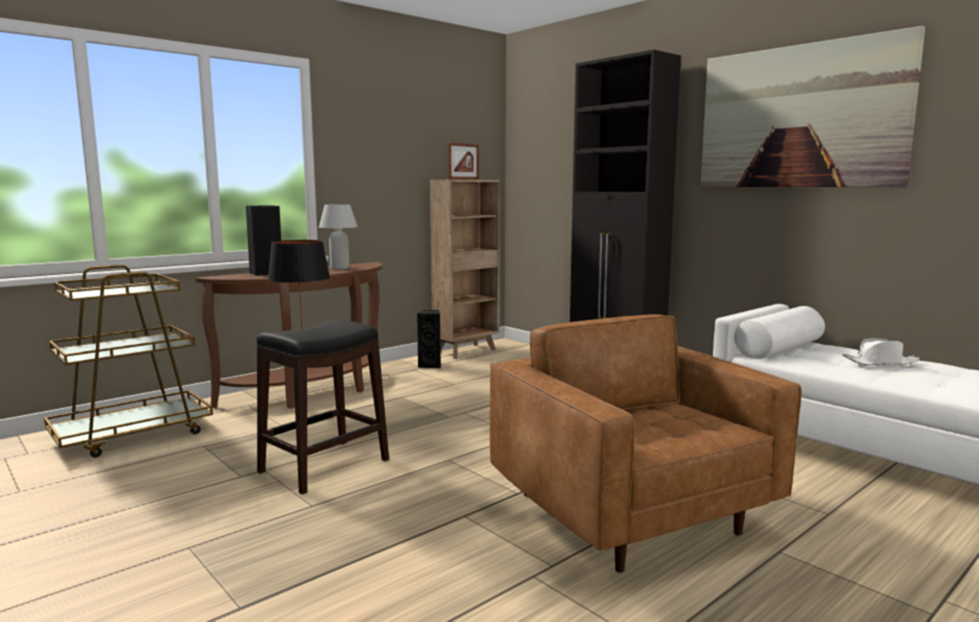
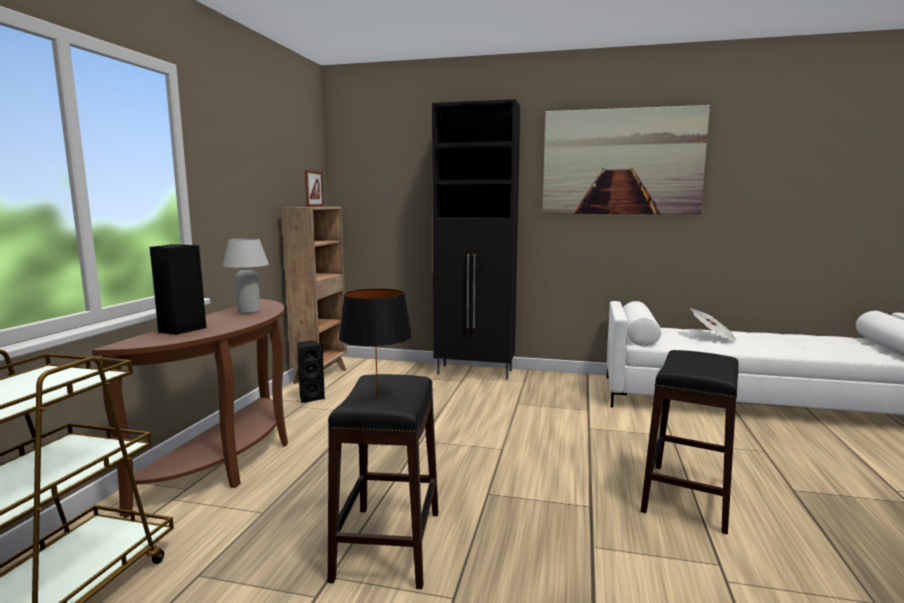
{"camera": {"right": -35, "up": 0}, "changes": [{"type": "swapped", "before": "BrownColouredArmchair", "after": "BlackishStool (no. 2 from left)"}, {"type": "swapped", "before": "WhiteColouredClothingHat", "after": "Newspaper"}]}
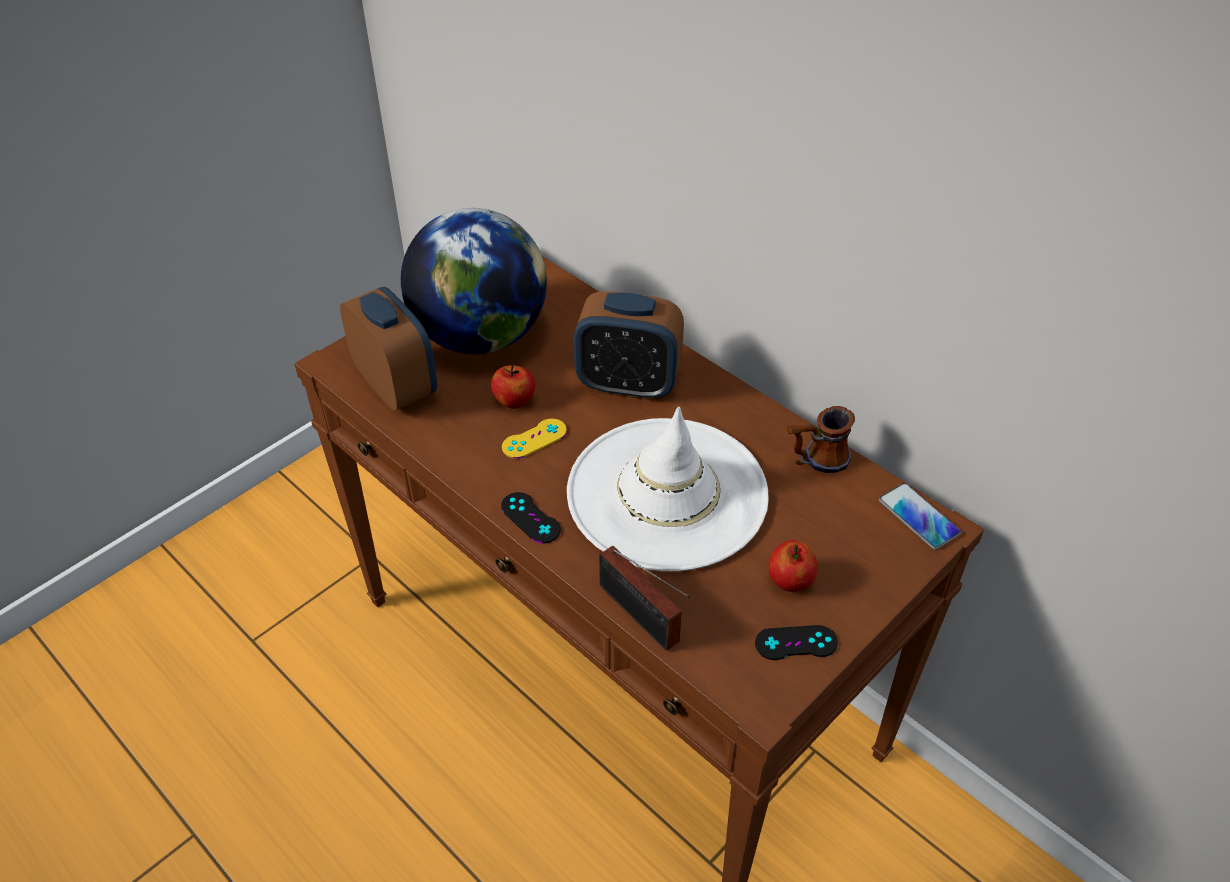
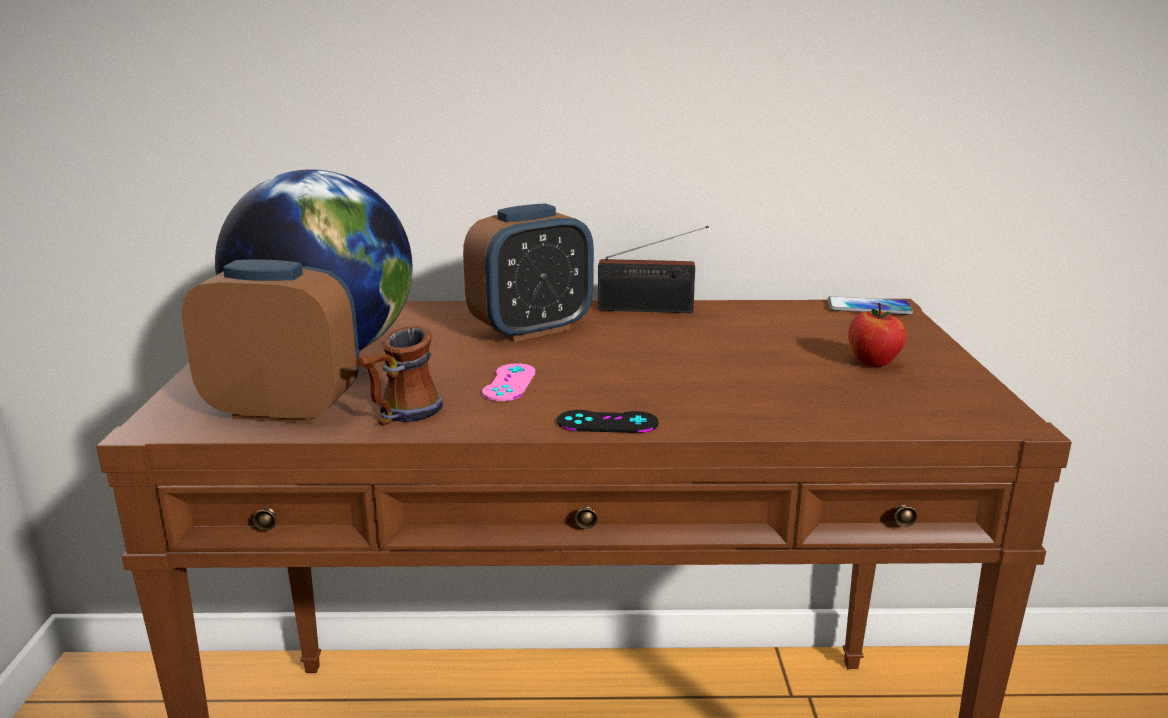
{"camera": {"right": -45, "up": -25}, "changes": [{"type": "shifted", "before": "Mug"}, {"type": "repainted", "before": "YellowishGamepad", "after": "PinkGamepad"}, {"type": "shifted", "before": "RadioReceiver"}, {"type": "gone", "before": "Apple (no. 1 from left)"}, {"type": "gone", "before": "WhiteColouredClothingHat"}, {"type": "gone", "before": "BlackishGamepad (no. 2 from left)"}]}
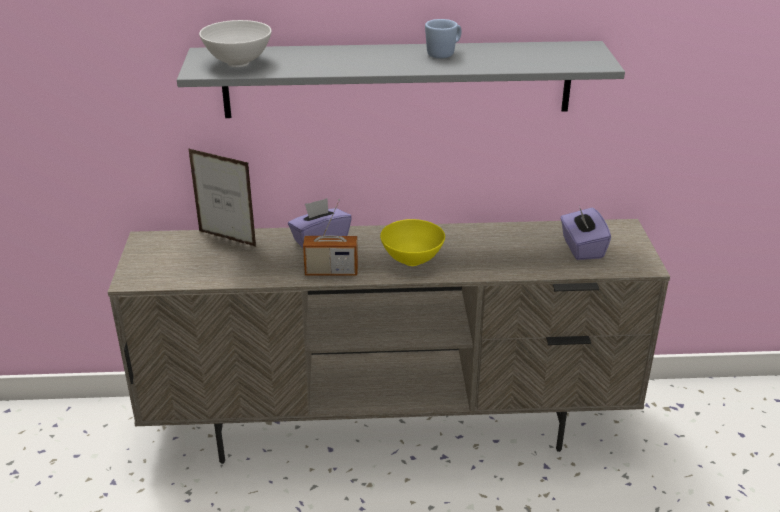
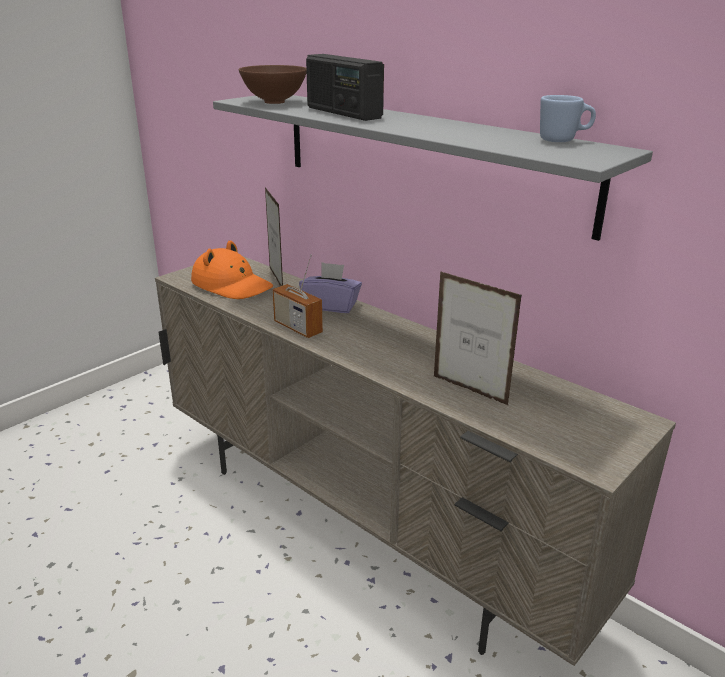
{"camera": {"right": 45, "up": -5}, "changes": [{"type": "new", "after": "OrangeyClothingHat"}, {"type": "repainted", "before": "WhiteColouredBowl", "after": "BrownColouredBowl"}, {"type": "new", "after": "RadioReceiver (no. 2 from left)"}, {"type": "new", "after": "PhotoFrame (no. 2 from left)"}, {"type": "shifted", "before": "BlueColouredMug"}, {"type": "gone", "before": "YellowishBowl"}, {"type": "gone", "before": "PurpleTissueBox (no. 2 from left)"}]}
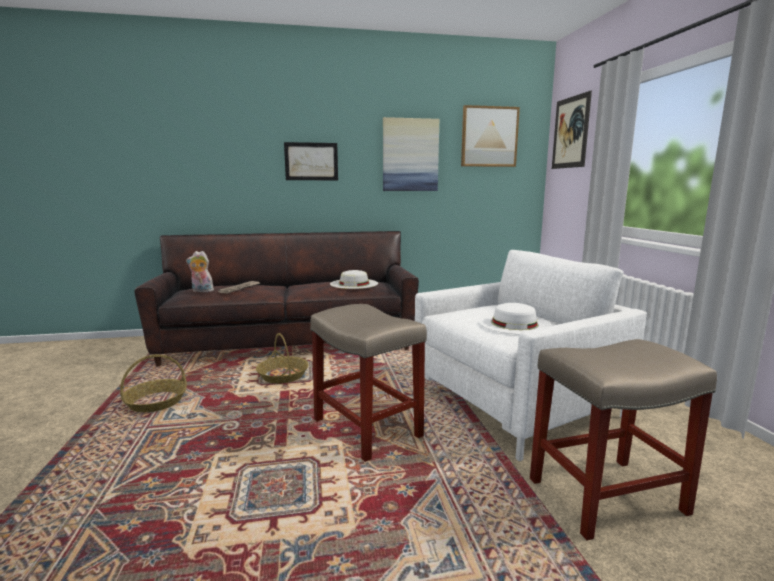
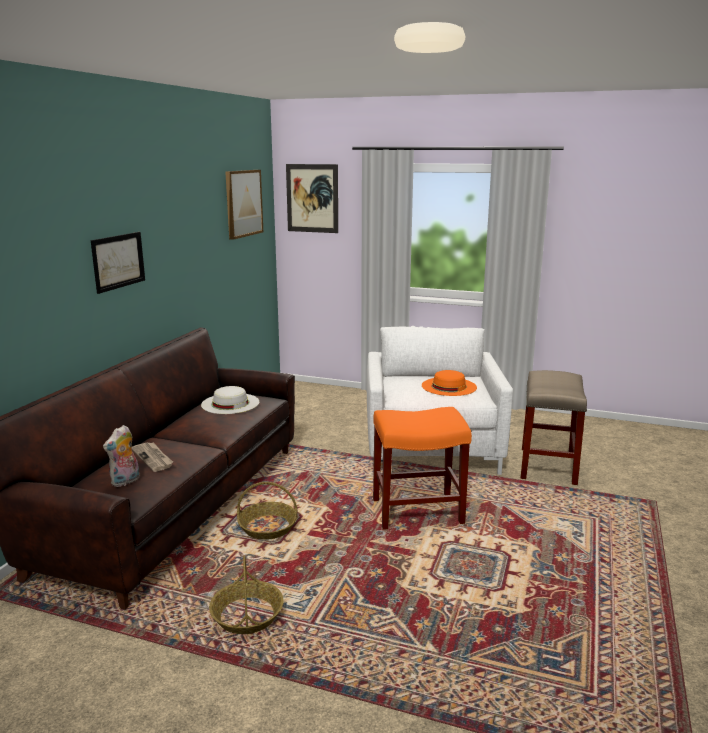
{"camera": {"right": -60, "up": 5}, "changes": [{"type": "repainted", "before": "SandColouredStool (no. 1 from left)", "after": "OrangeyStool"}, {"type": "repainted", "before": "WhiteColouredClothingHat (no. 2 from left)", "after": "OrangeyClothingHat"}, {"type": "gone", "before": "WallArt (no. 2 from left)"}]}
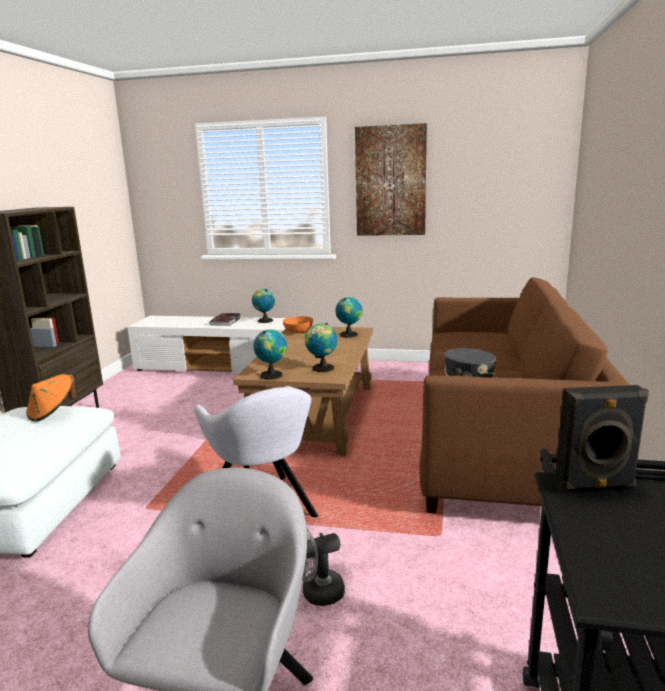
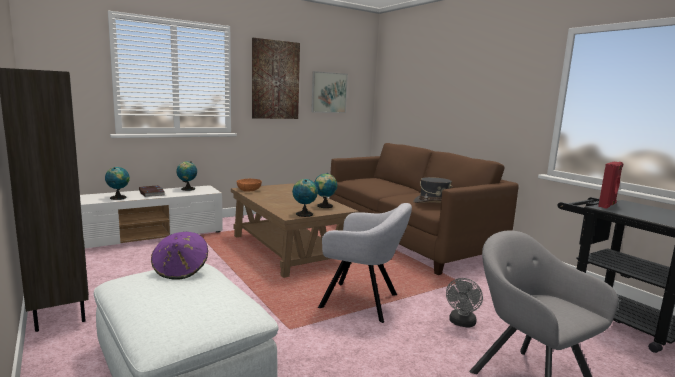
{"camera": {"right": -45, "up": -5}, "changes": [{"type": "shifted", "before": "WorldGlobe (no. 4 from left in the first image)", "after": "WorldGlobe (no. 1 from left)"}, {"type": "repainted", "before": "OrangeyClothingHat", "after": "PurpleClothingHat"}, {"type": "new", "after": "WallArt (no. 2 from left)"}, {"type": "repainted", "before": "BlackishAudioSpeaker", "after": "RedColouredAudioSpeaker"}]}
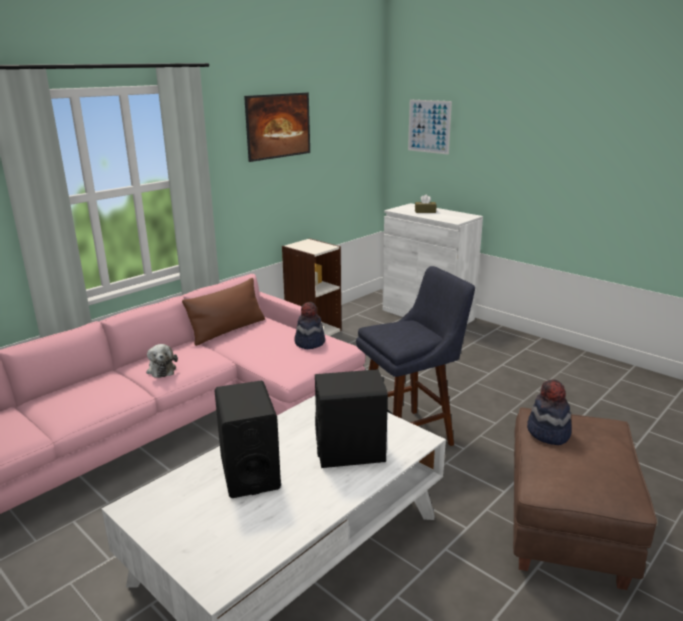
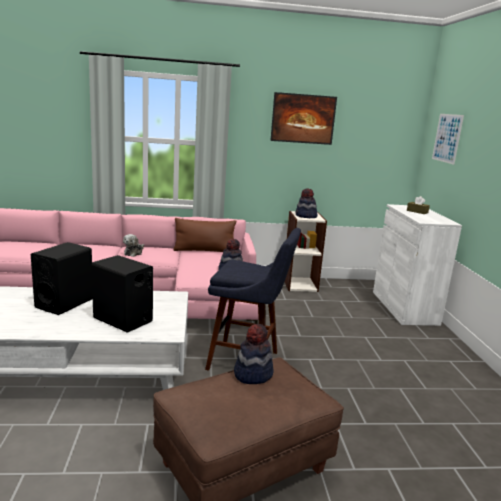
{"camera": {"right": 40, "up": -5}, "changes": [{"type": "new", "after": "ClothingHat (no. 3 from left)"}]}
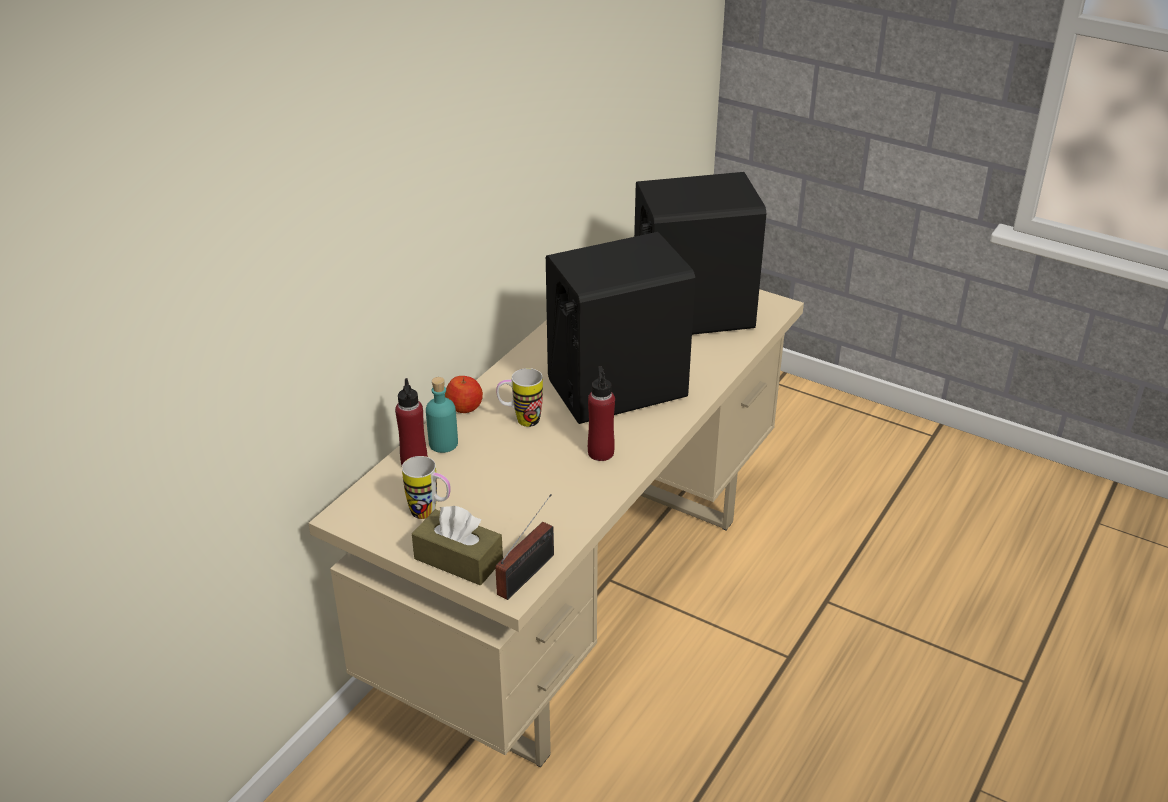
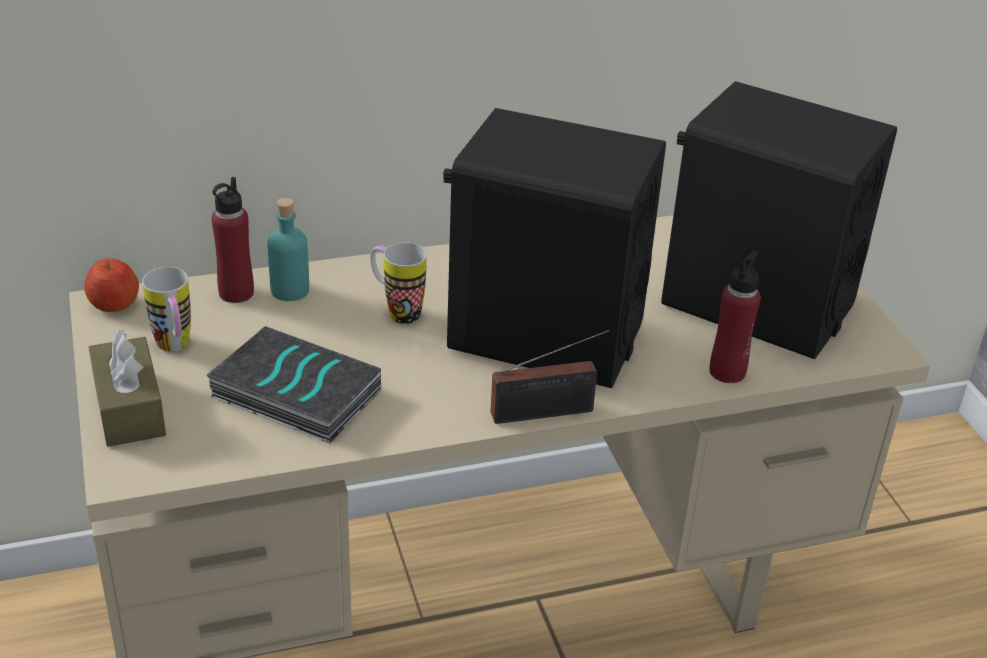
{"camera": {"right": 40, "up": 0}, "changes": [{"type": "shifted", "before": "Apple"}, {"type": "new", "after": "Book"}, {"type": "shifted", "before": "RadioReceiver"}, {"type": "shifted", "before": "RedColouredBeverageBottle (no. 2 from left)"}]}
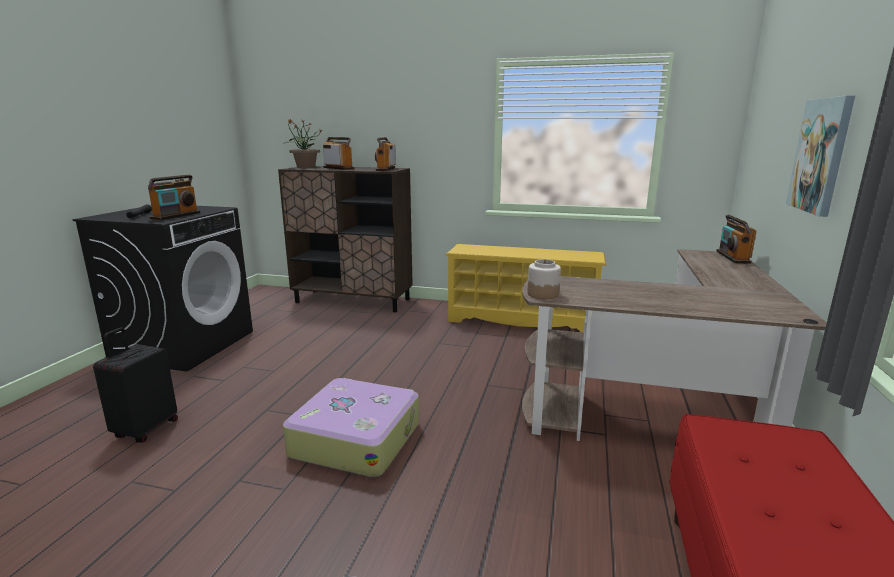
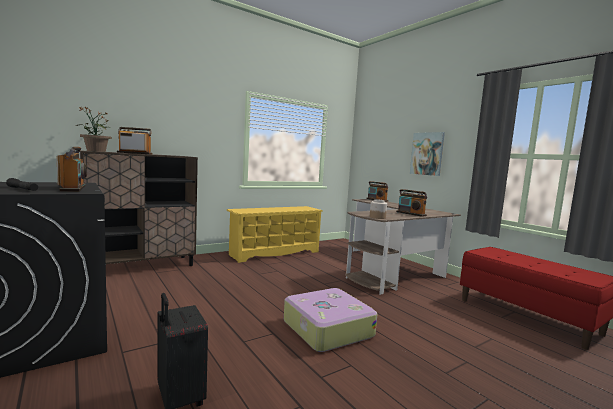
{"camera": {"right": -50, "up": -10}, "changes": [{"type": "shifted", "before": "RadioReceiver (no. 3 from left in the first image)", "after": "RadioReceiver (no. 4 from left)"}]}
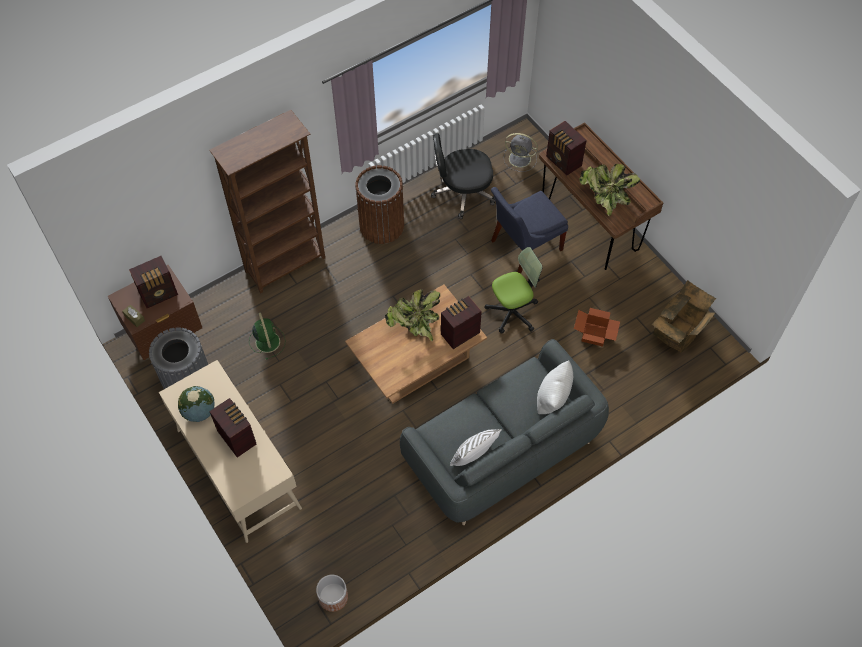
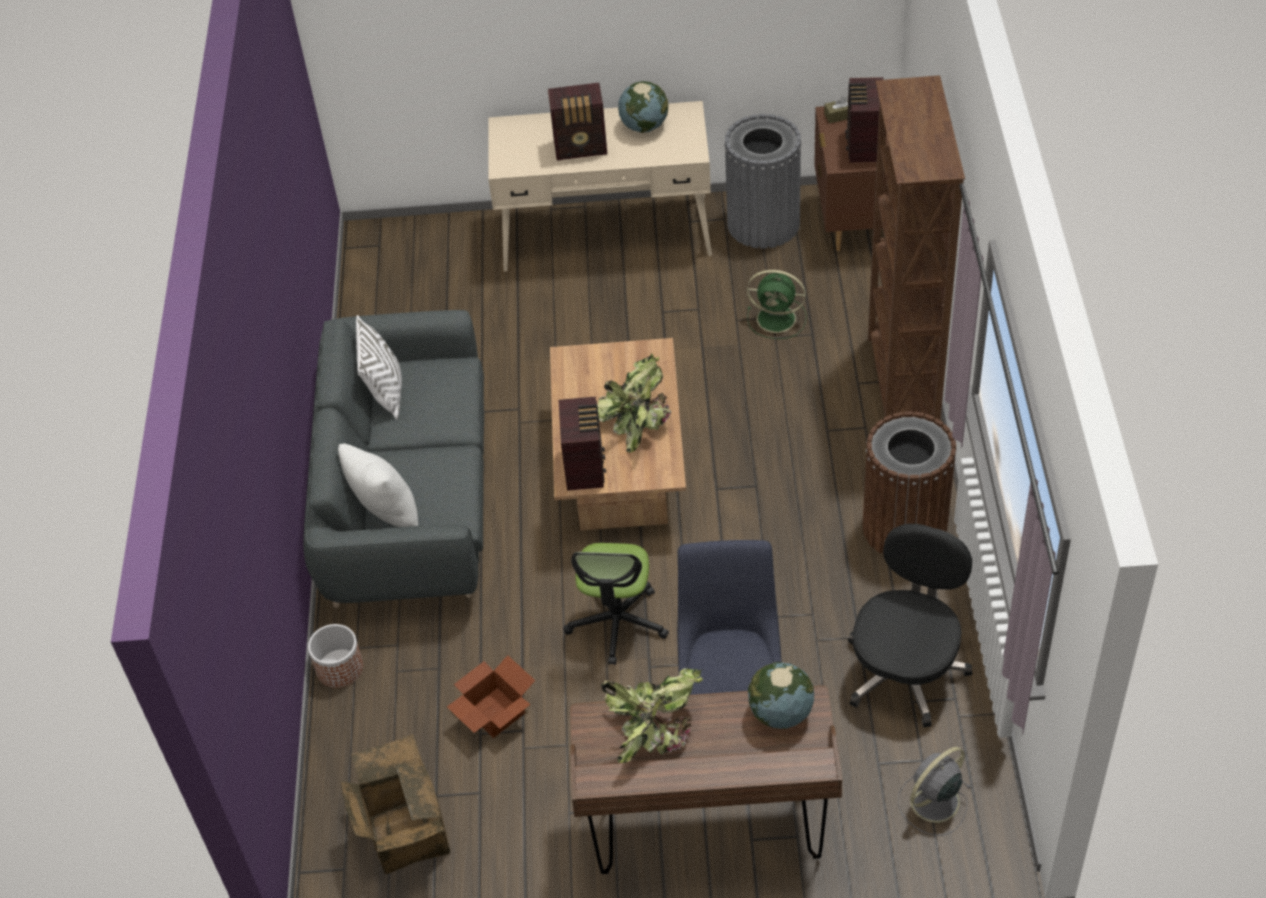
{"camera": {"right": 125, "up": -10}, "changes": [{"type": "shifted", "before": "FlowerPot"}, {"type": "swapped", "before": "RadioReceiver (no. 4 from left)", "after": "WorldGlobe (no. 2 from left)"}]}
